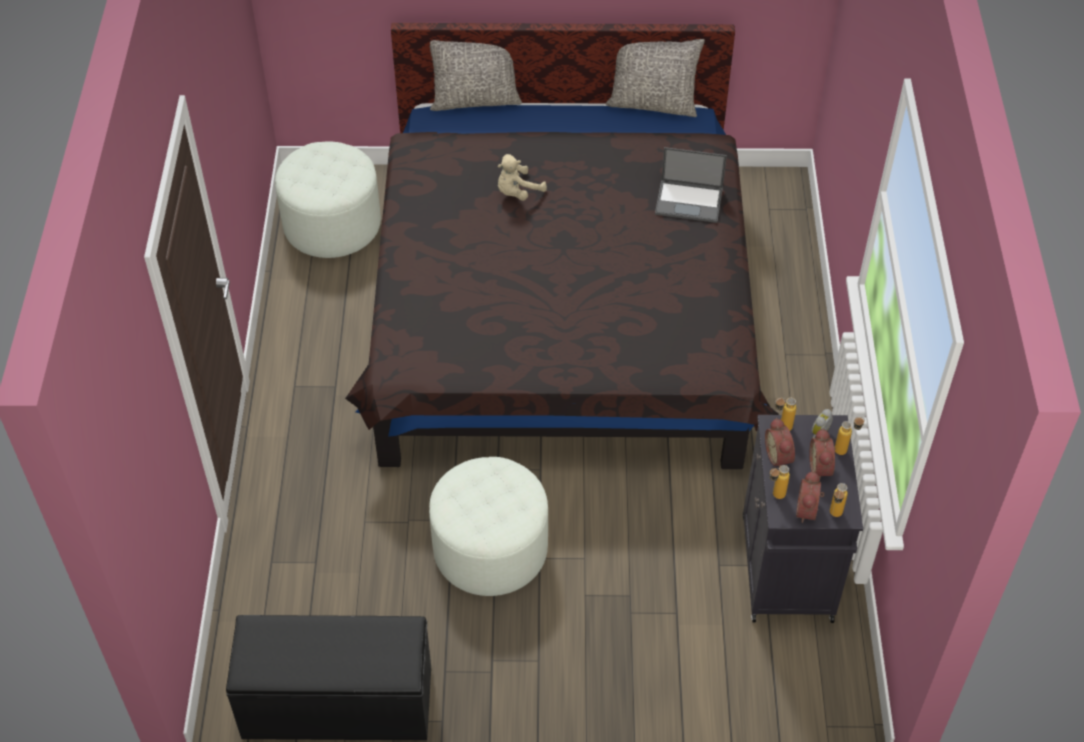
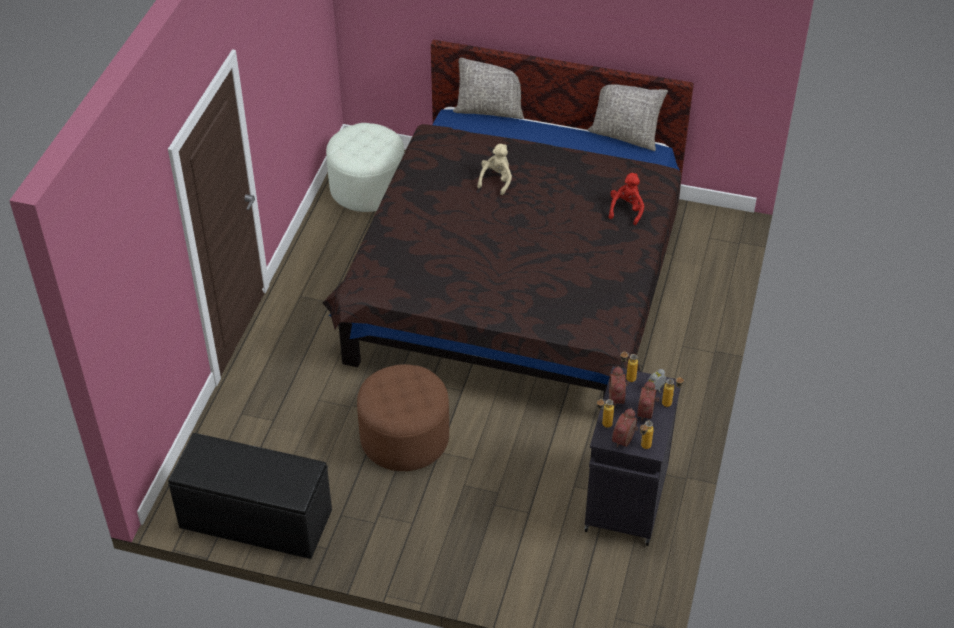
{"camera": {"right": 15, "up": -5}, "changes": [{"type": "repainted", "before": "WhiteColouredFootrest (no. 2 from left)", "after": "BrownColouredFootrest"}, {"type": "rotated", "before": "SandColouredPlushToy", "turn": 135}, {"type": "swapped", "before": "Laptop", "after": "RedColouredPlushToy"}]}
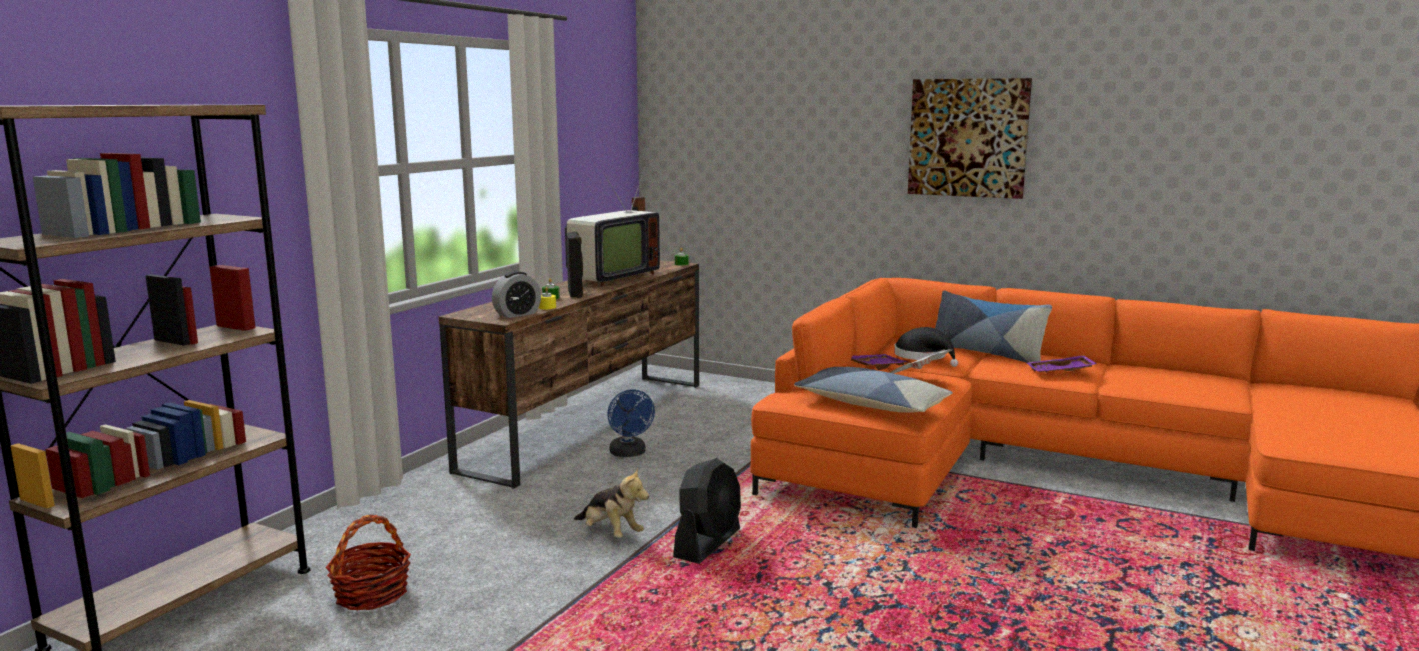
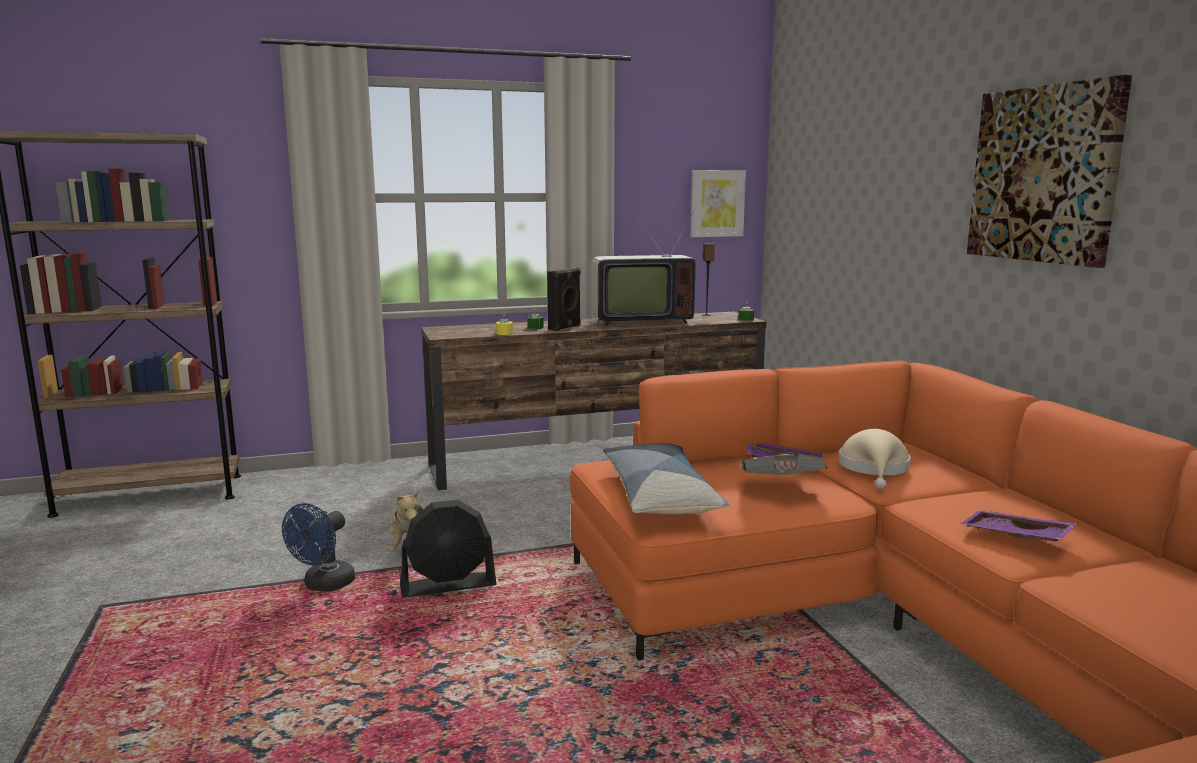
{"camera": {"right": 45, "up": 0}, "changes": [{"type": "shifted", "before": "BlueColouredFan"}, {"type": "new", "after": "WallArt (no. 1 from left)"}, {"type": "repainted", "before": "BlackishClothingHat", "after": "SandColouredClothingHat"}, {"type": "gone", "before": "Basket"}, {"type": "gone", "before": "TableClock"}, {"type": "gone", "before": "ThrowPillow (no. 2 from left)"}]}
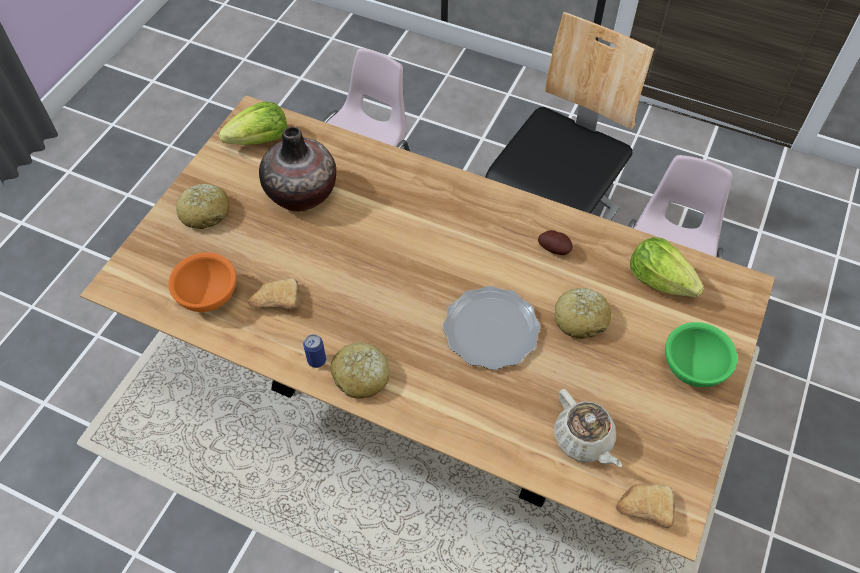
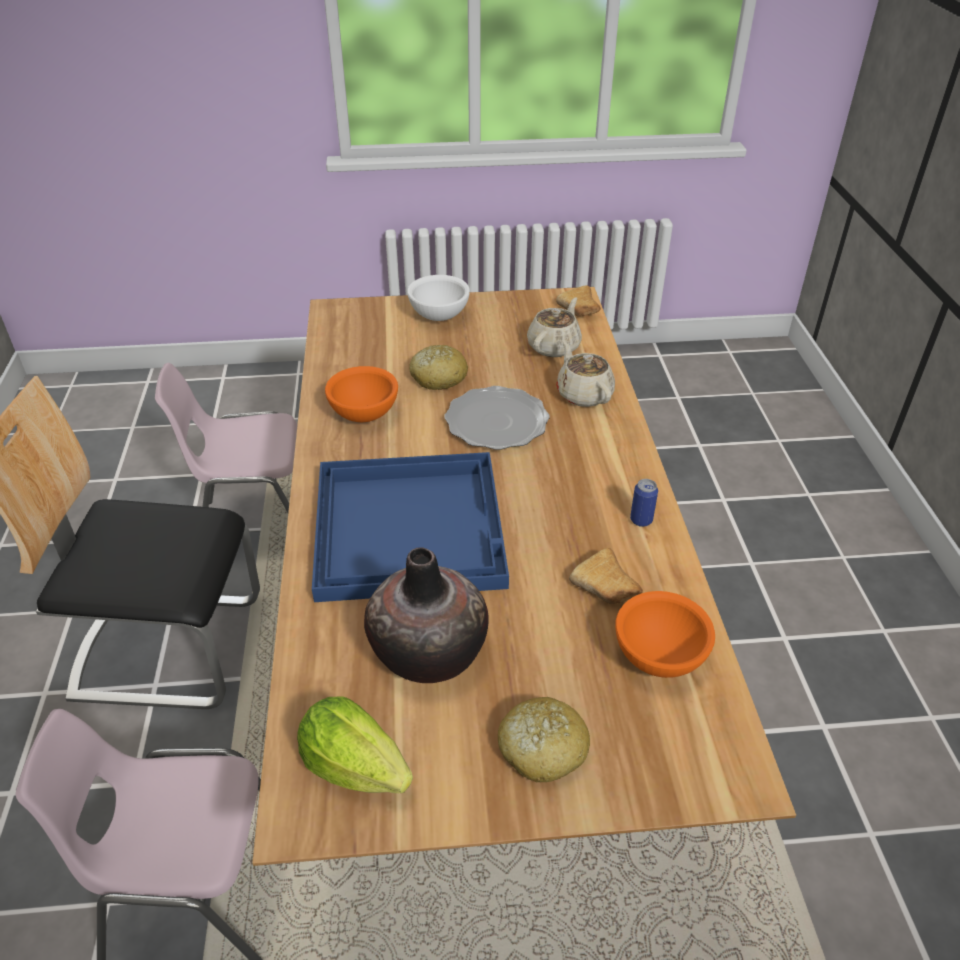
{"camera": {"right": -120, "up": -15}, "changes": [{"type": "new", "after": "BlueColouredTray"}, {"type": "swapped", "before": "Spud", "after": "OrangeyBowl (no. 1 from left)"}, {"type": "repainted", "before": "GreenBowl", "after": "WhiteColouredBowl"}, {"type": "new", "after": "SandColouredTeapot (no. 2 from left)"}, {"type": "gone", "before": "Bread (no. 3 from left)"}, {"type": "gone", "before": "LettuceHead (no. 2 from left)"}]}
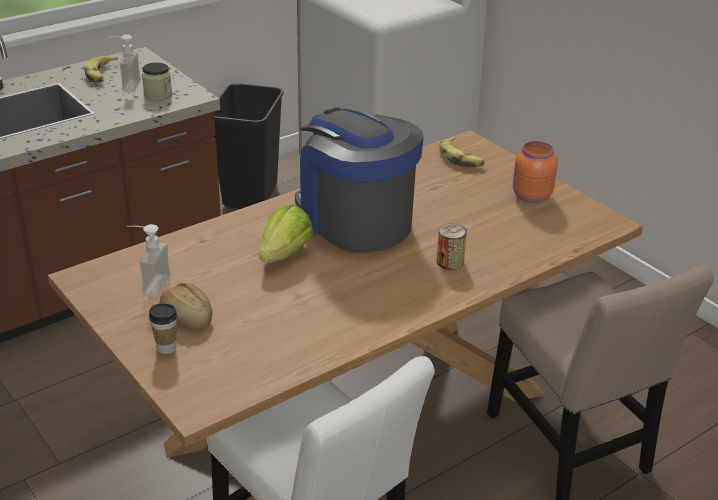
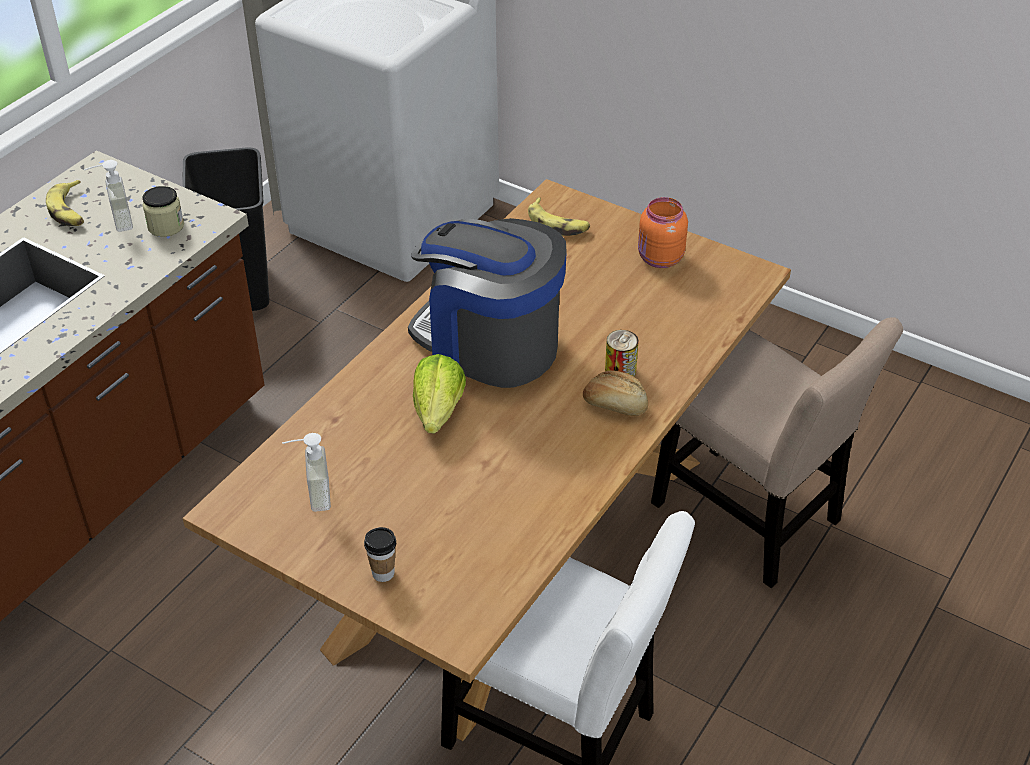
{"camera": {"right": -20, "up": 10}, "changes": [{"type": "shifted", "before": "Bread"}]}
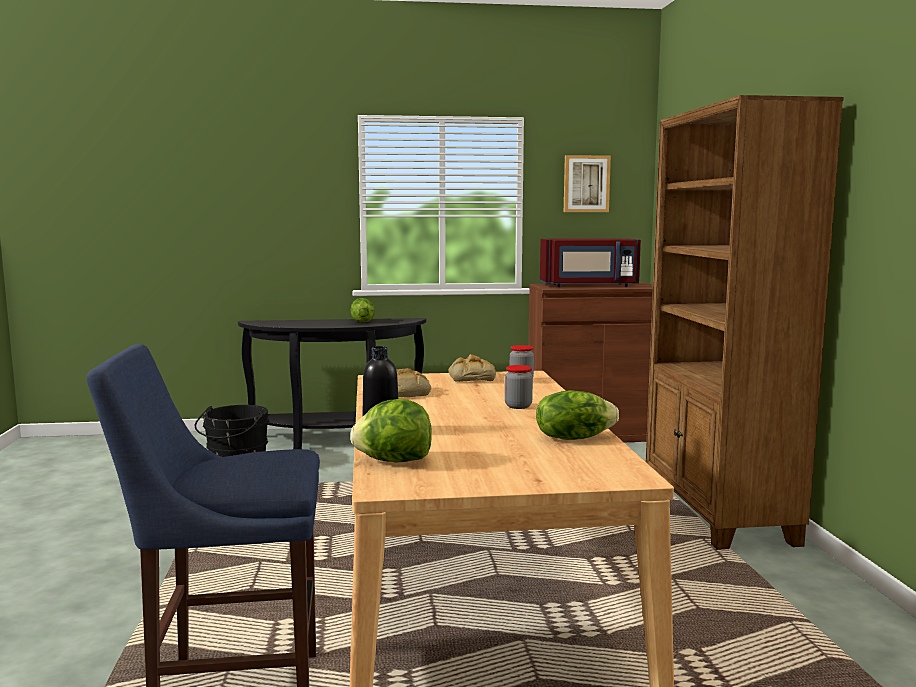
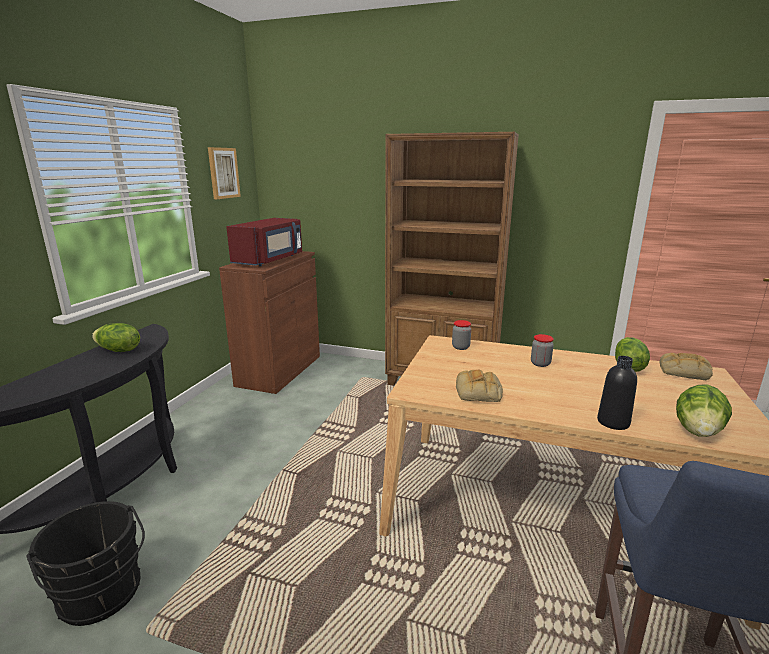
{"camera": {"right": -65, "up": 10}, "changes": [{"type": "shifted", "before": "Bread (no. 2 from left)"}]}
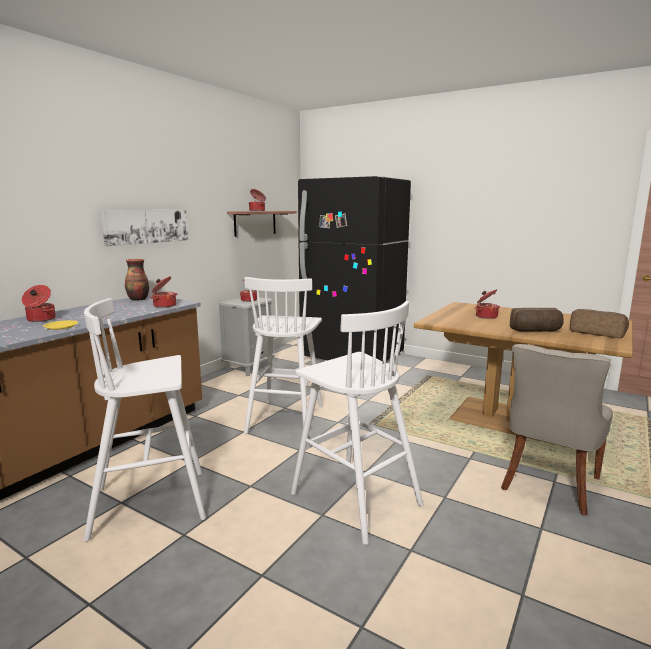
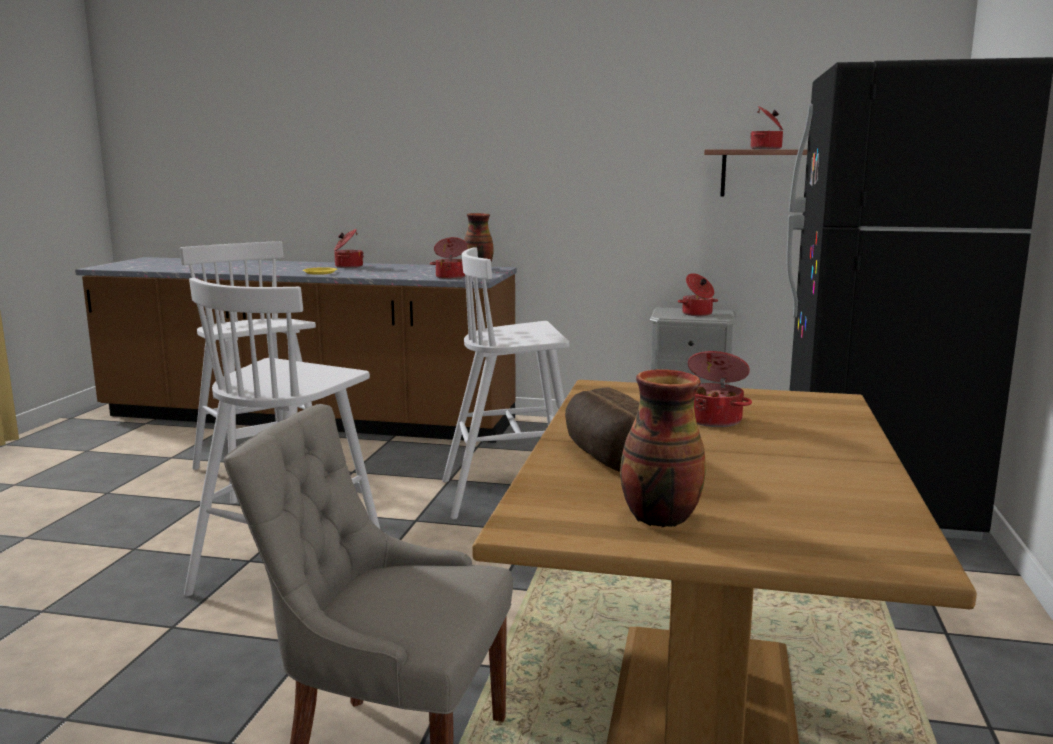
{"camera": {"right": 70, "up": 0}, "changes": [{"type": "swapped", "before": "Bread (no. 2 from left)", "after": "DecorativeVase (no. 2 from left)"}, {"type": "gone", "before": "WallArt"}]}
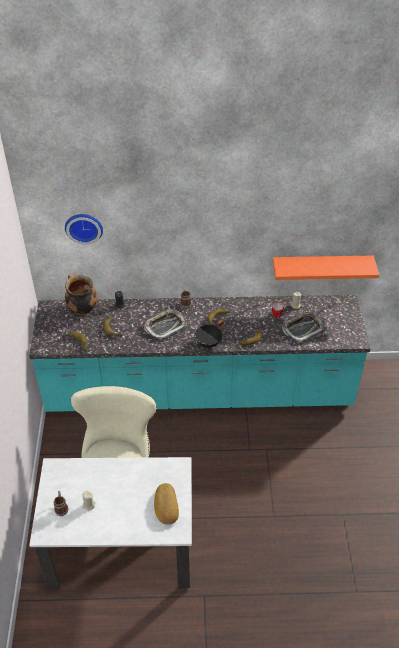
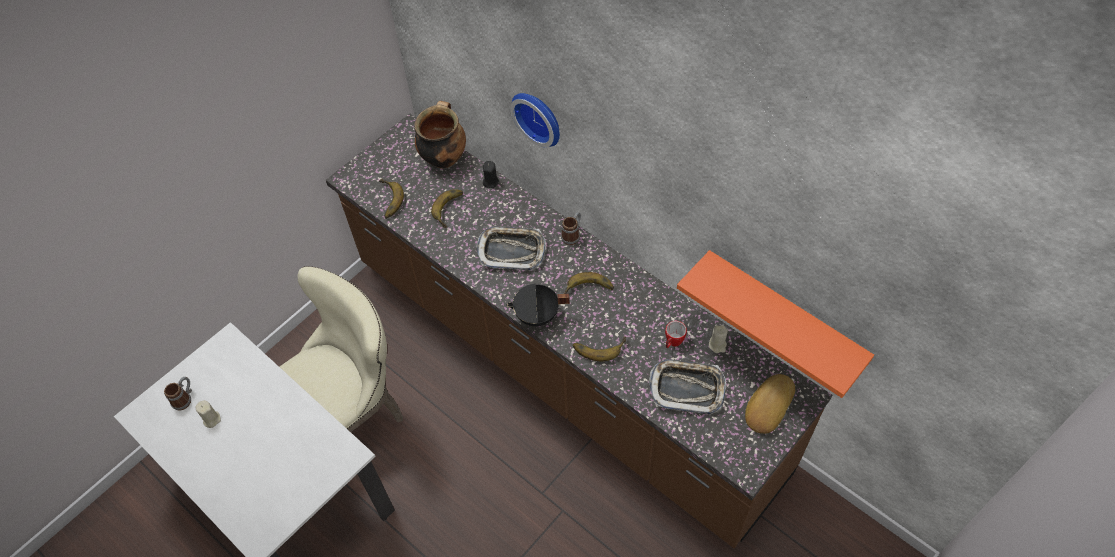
{"camera": {"right": 45, "up": 10}, "changes": [{"type": "repainted", "before": "TurquoiseColouredCounter", "after": "BrownColouredCounter"}, {"type": "shifted", "before": "ClockOnTheWall"}, {"type": "shifted", "before": "Bread"}]}
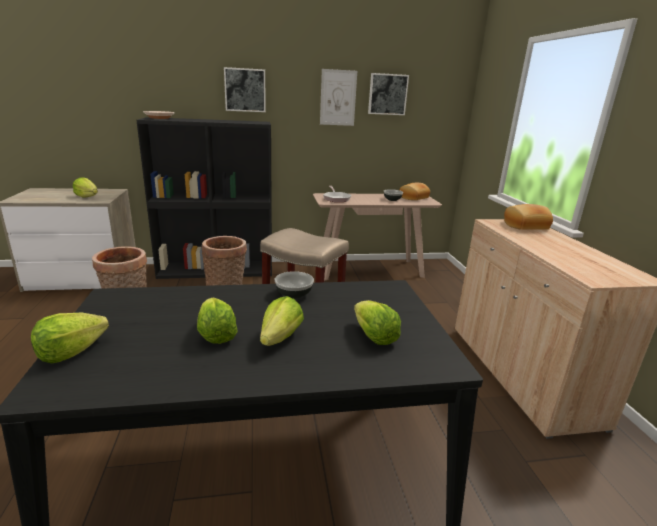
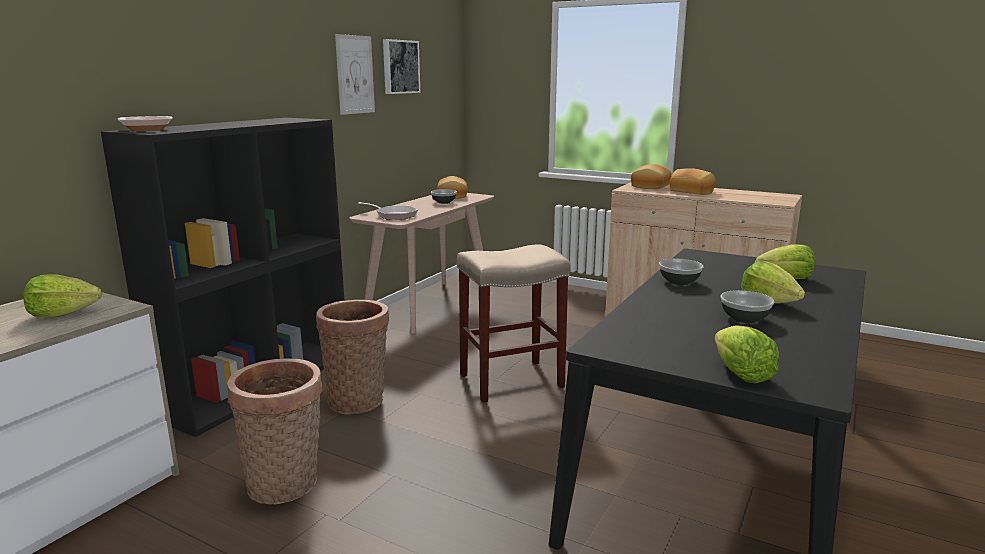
{"camera": {"right": -50, "up": -5}, "changes": [{"type": "new", "after": "Bread (no. 3 from left)"}, {"type": "swapped", "before": "LettuceHead (no. 3 from left)", "after": "Bowl (no. 4 from left)"}, {"type": "gone", "before": "WallArt (no. 1 from left)"}]}
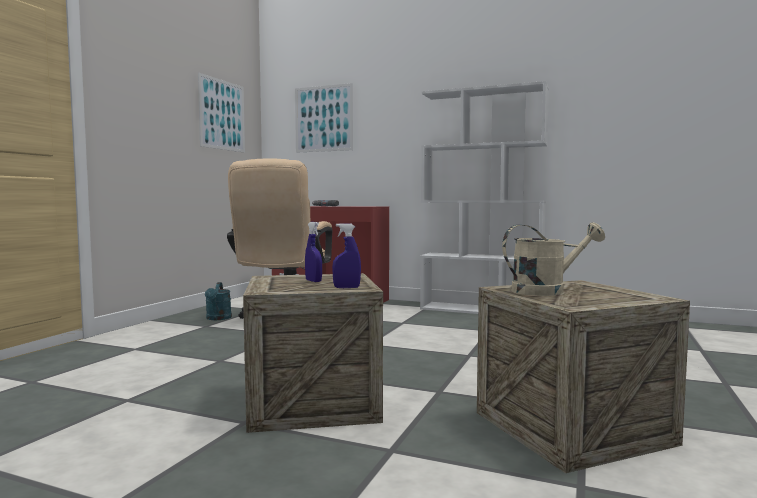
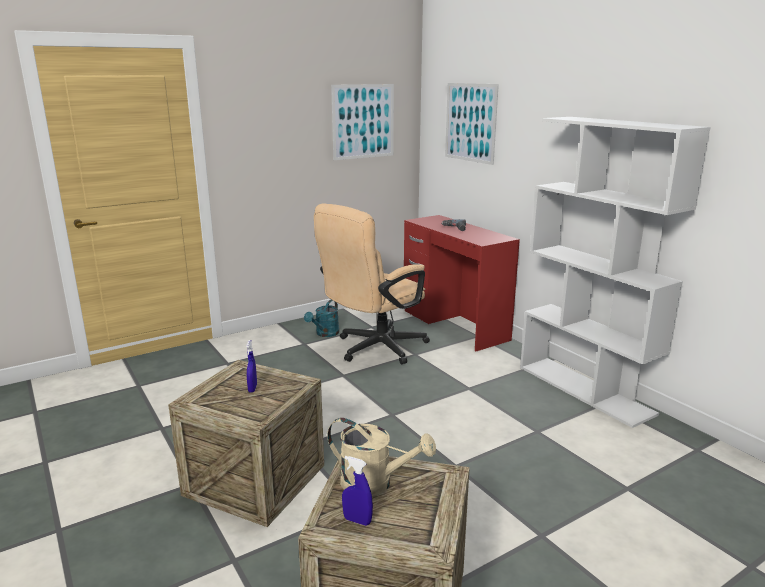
{"camera": {"right": 35, "up": 15}, "changes": [{"type": "shifted", "before": "BlueColouredHandSprayer (no. 2 from left)"}]}
